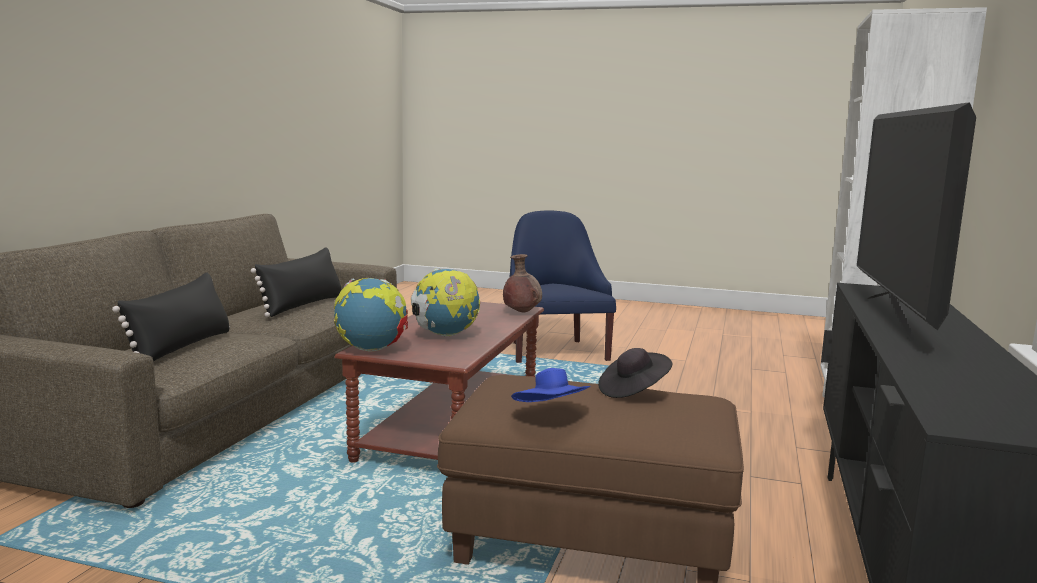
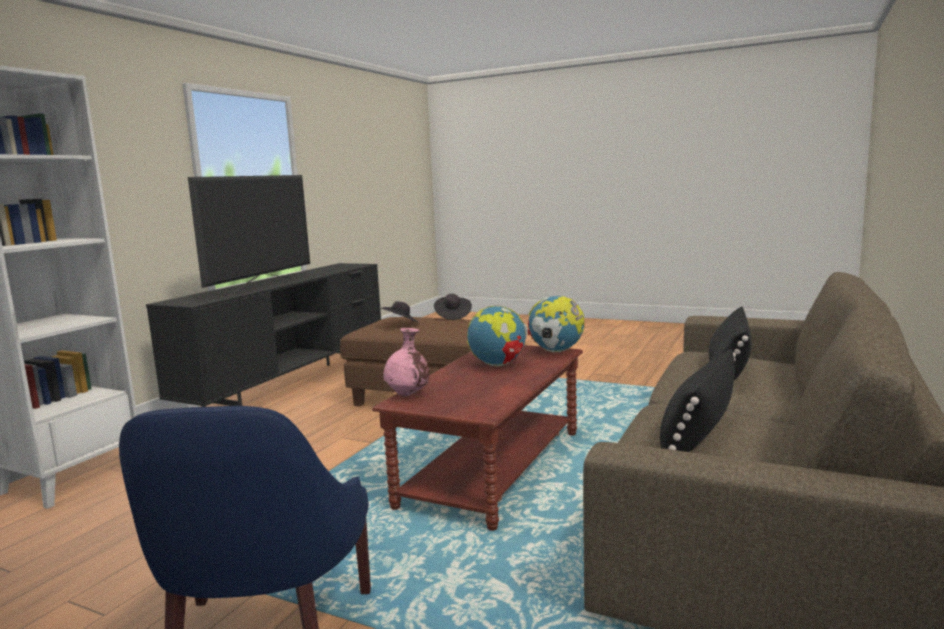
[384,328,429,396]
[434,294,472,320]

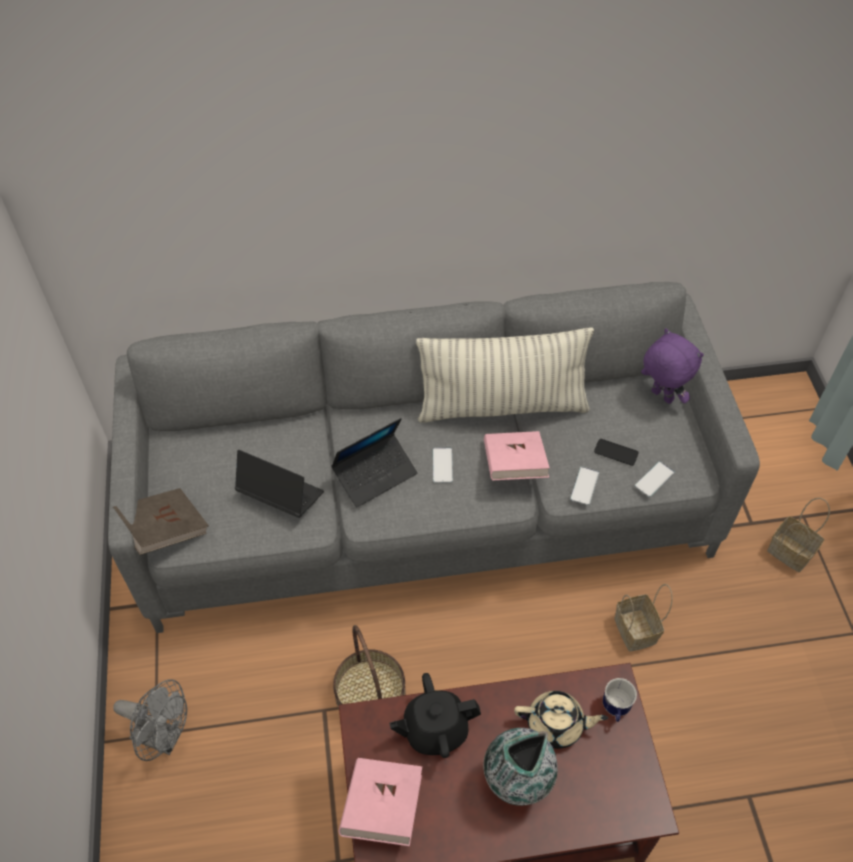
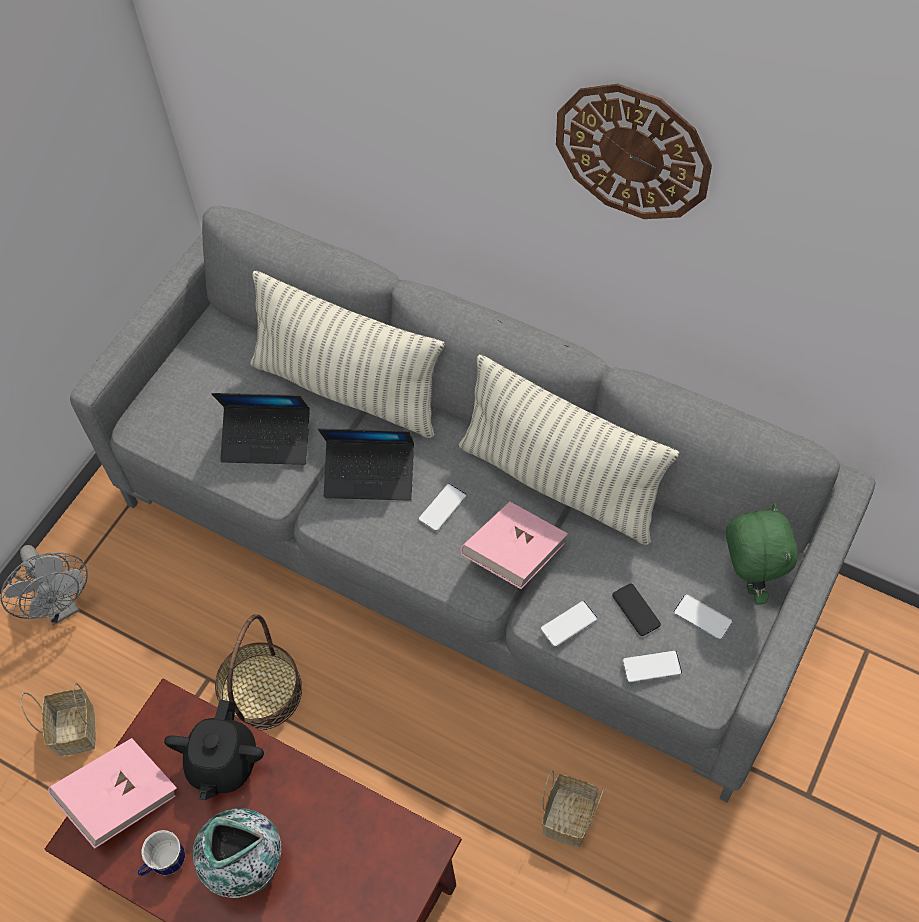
[113,488,209,555] (first image)
[211,393,310,465]
[164,699,264,800]
[514,691,608,749] (first image)
[138,830,185,876]
[726,503,798,605]
[21,683,96,756]
[250,270,445,439]
[556,83,712,219]
[673,594,733,640]

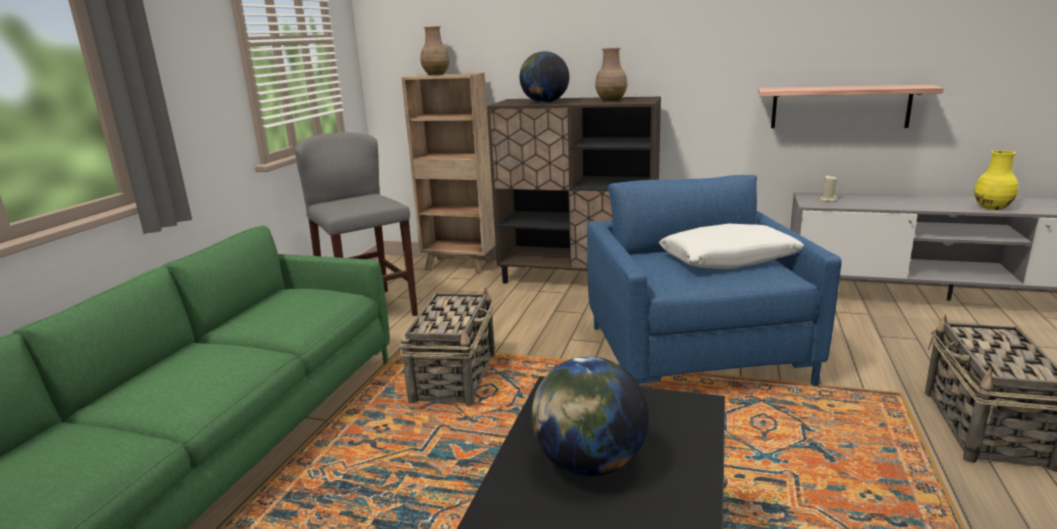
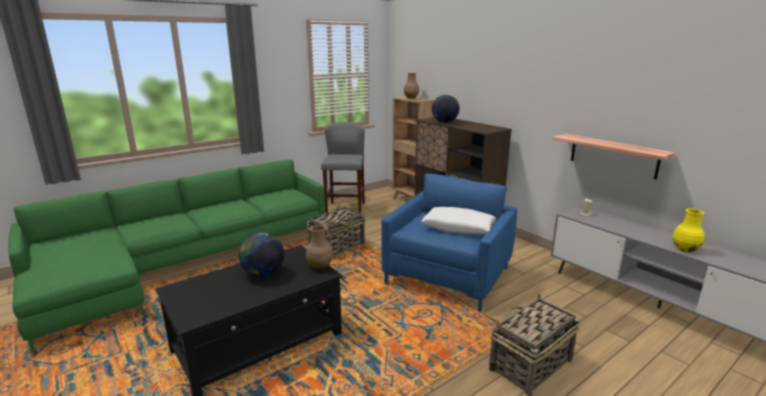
[306,225,333,270]

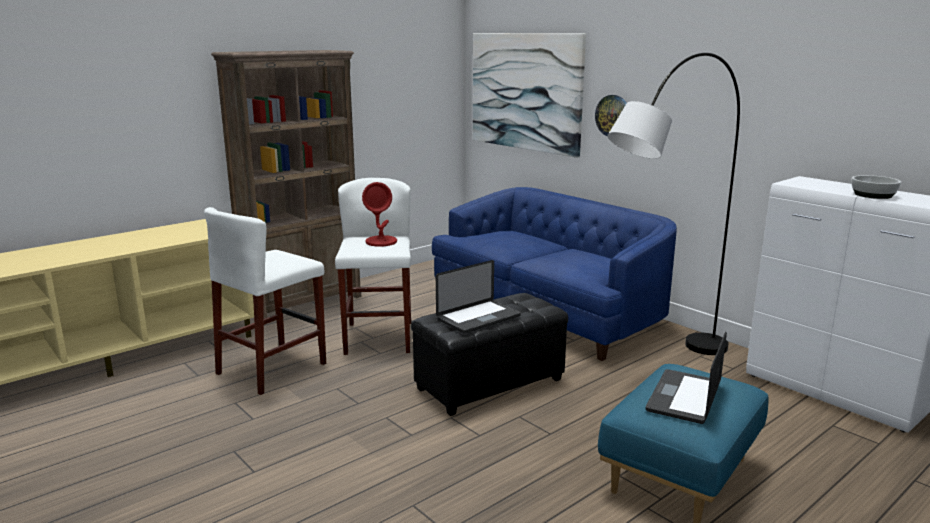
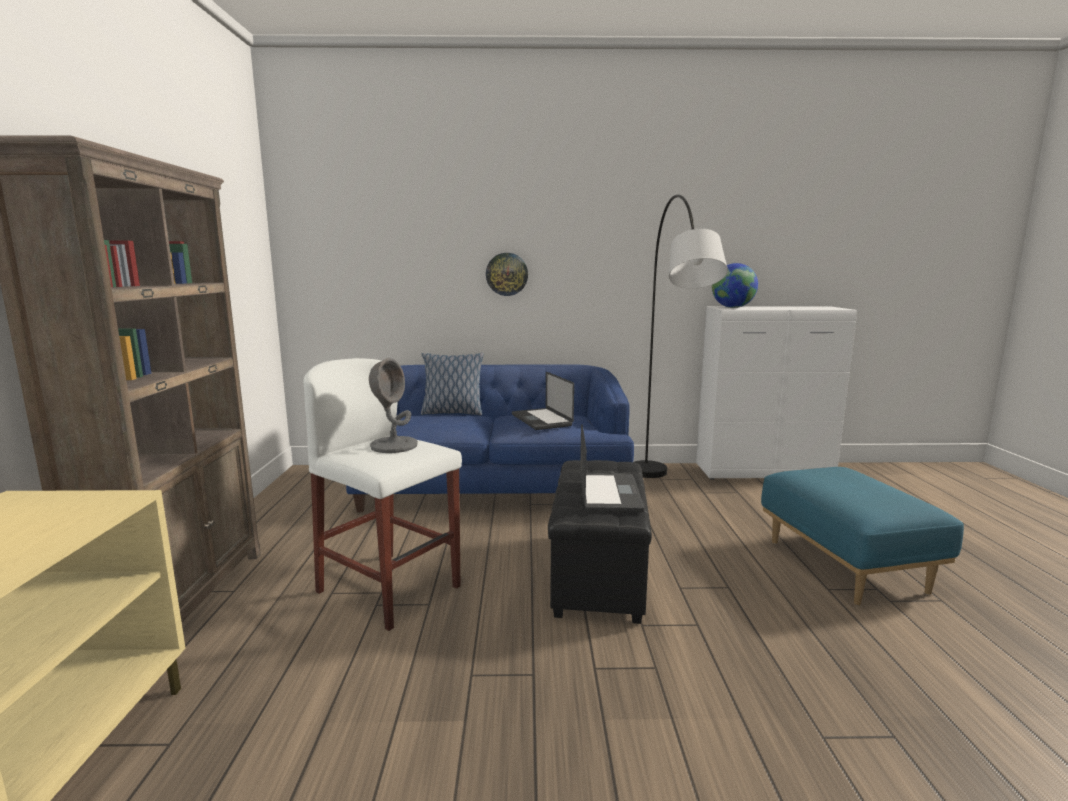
[204,207,326,395] (first image)
[369,358,418,453]
[473,33,586,158] (first image)
[512,372,574,430]
[851,175,901,199] (first image)
[421,353,483,415]
[712,263,758,308]

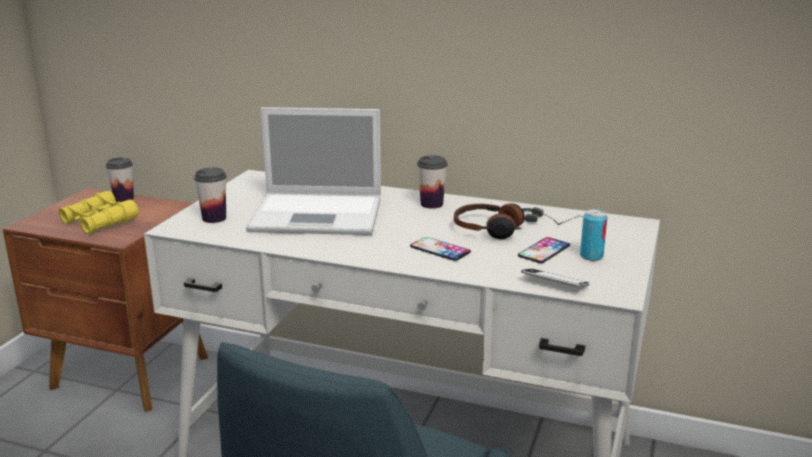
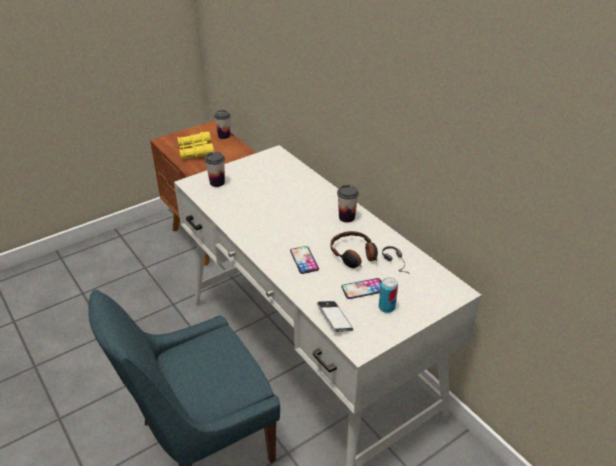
[246,107,381,235] (first image)

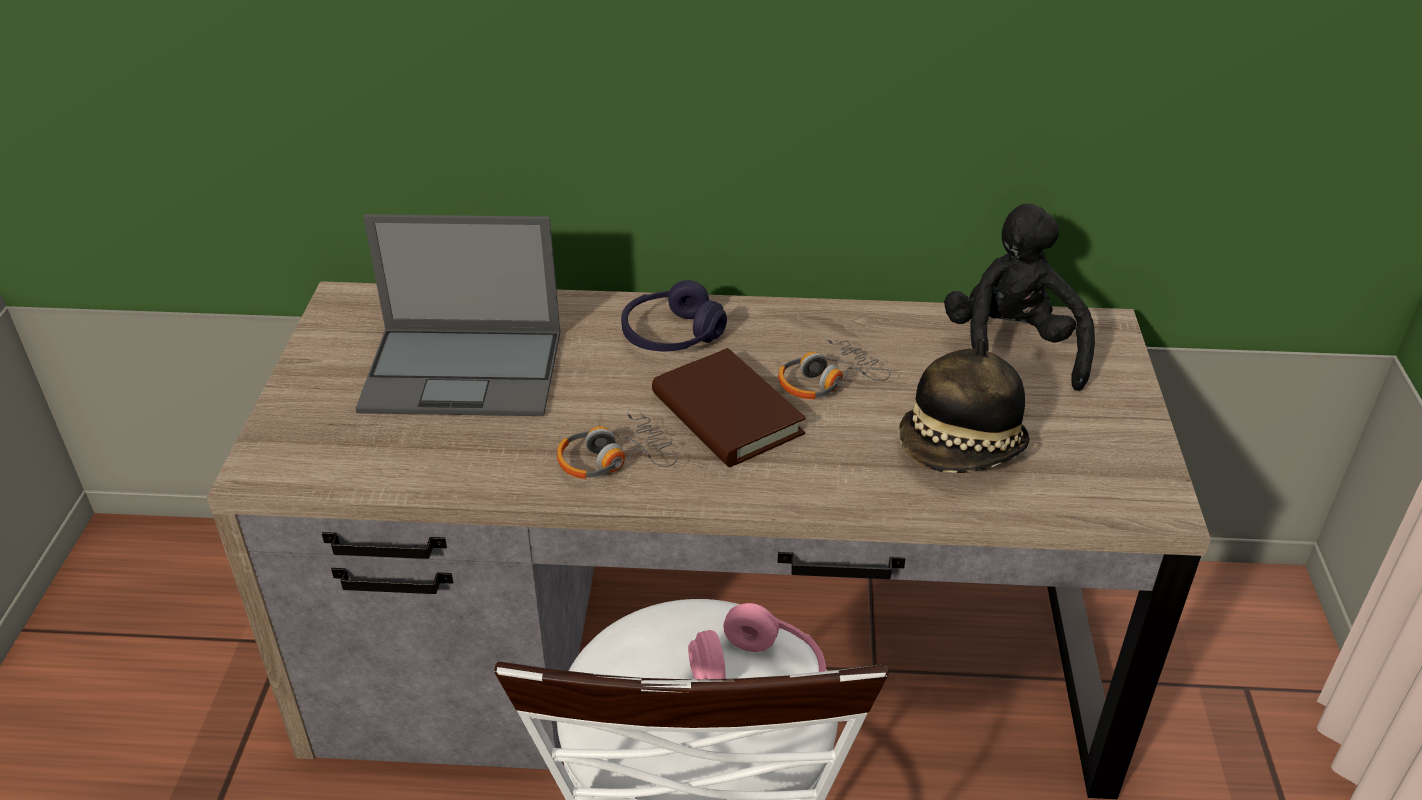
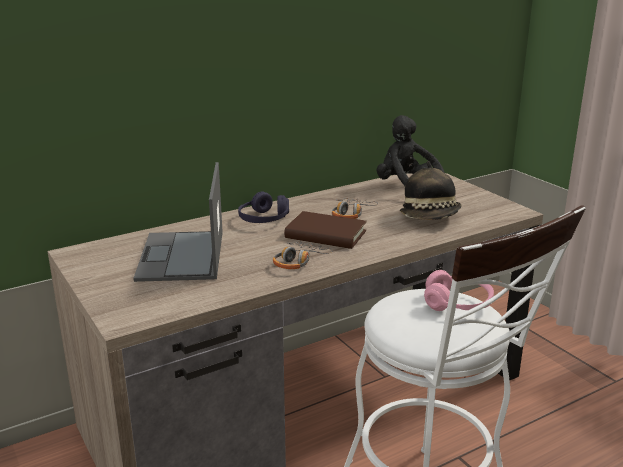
[133,162,222,282]

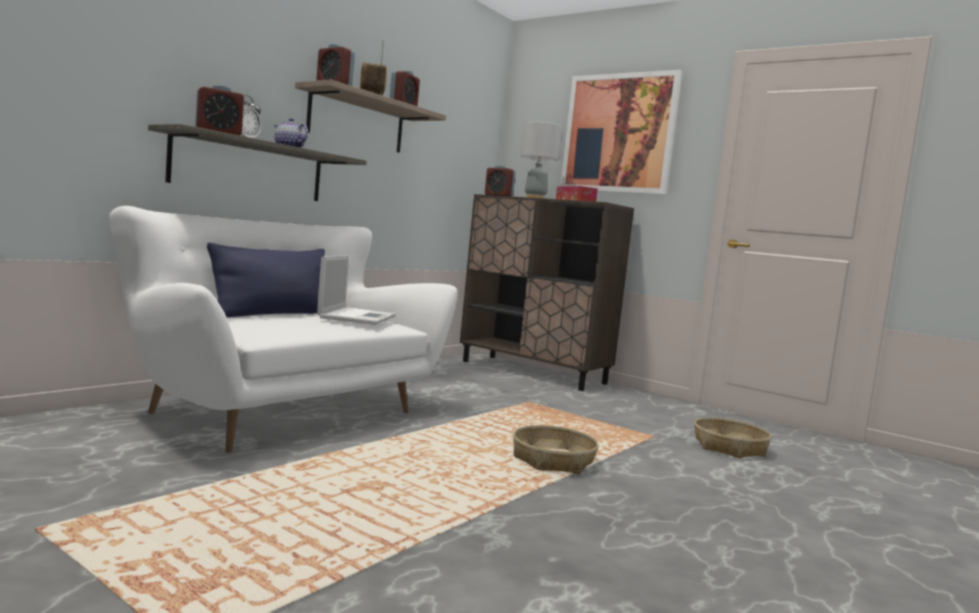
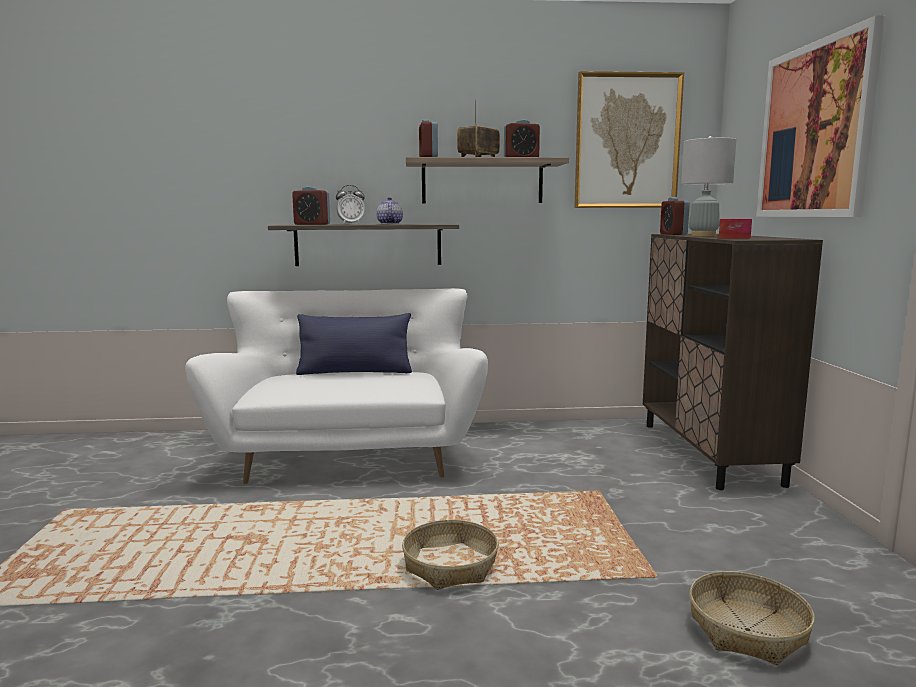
[317,255,396,325] (first image)
[574,71,684,208]

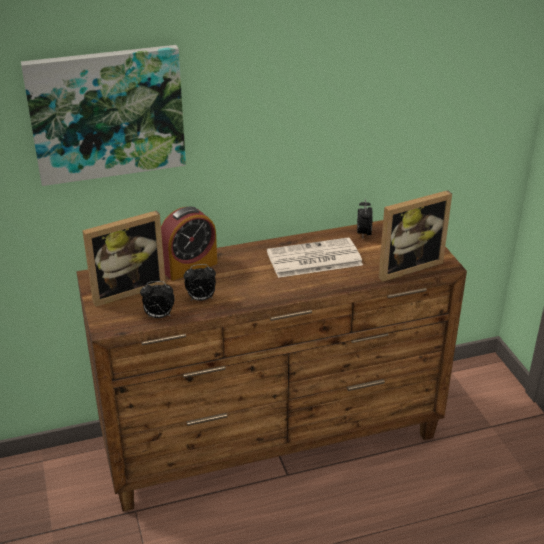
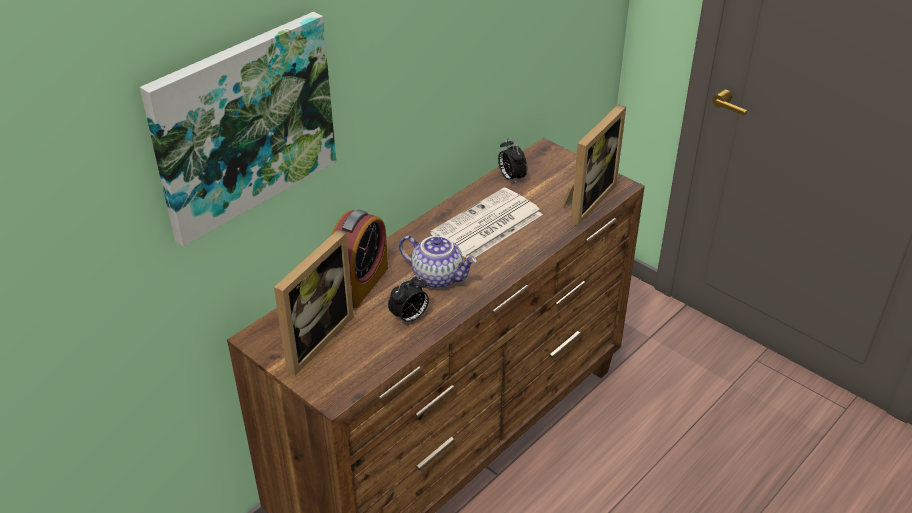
[140,281,175,318] (first image)
[399,236,477,288]

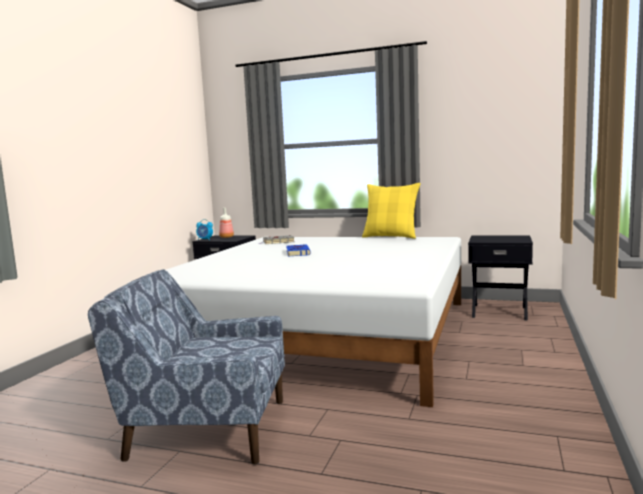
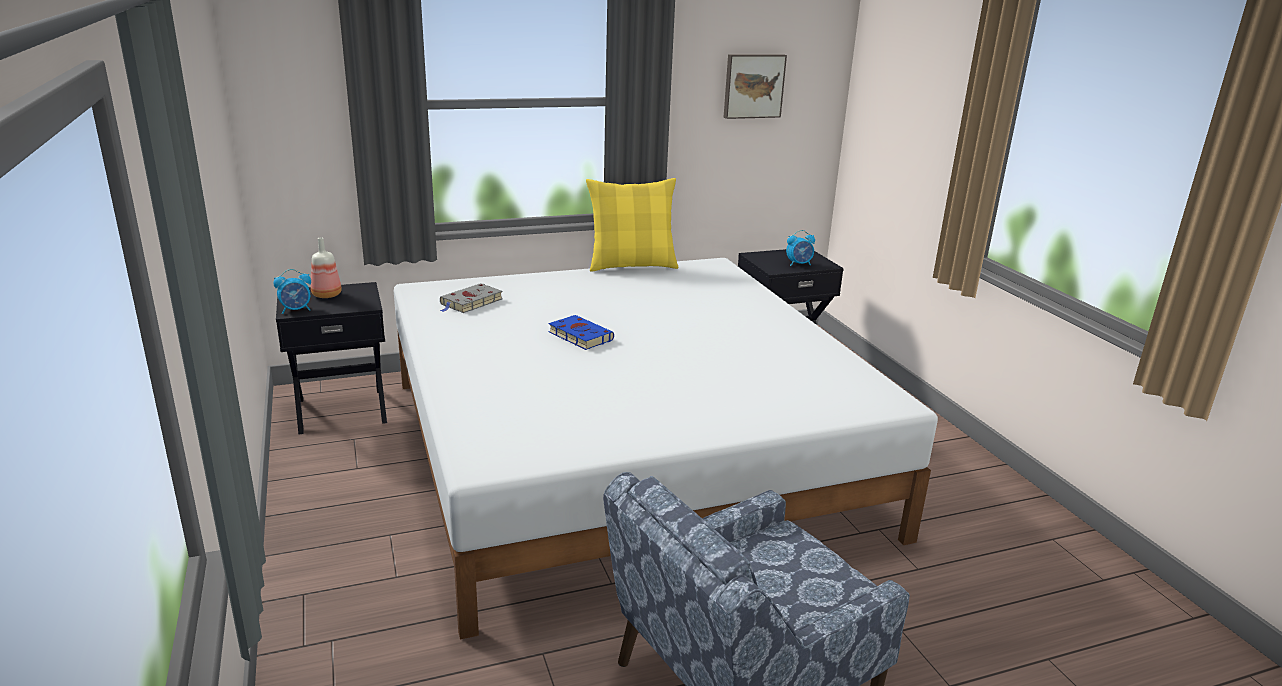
[724,54,787,119]
[786,230,815,266]

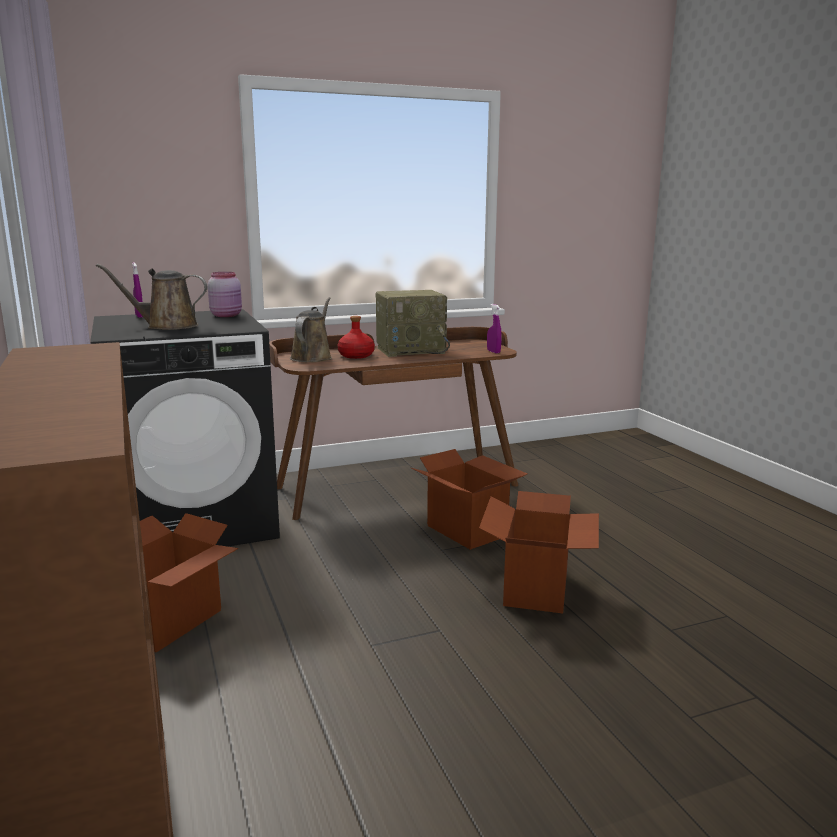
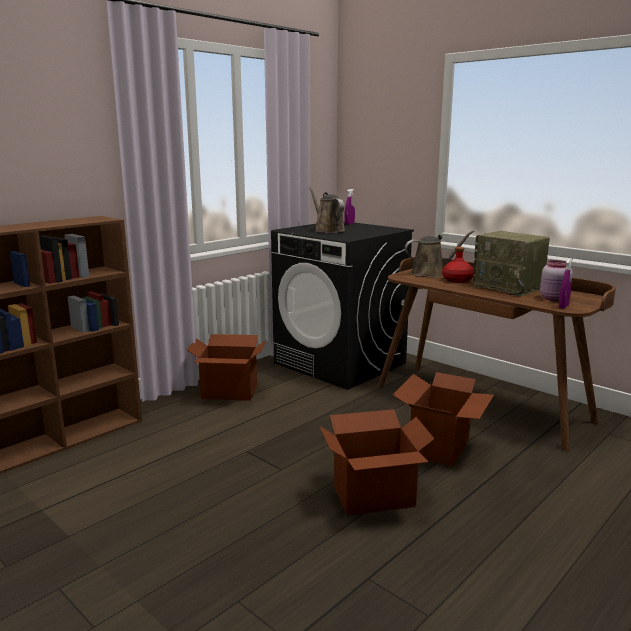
[540,260,572,301]

